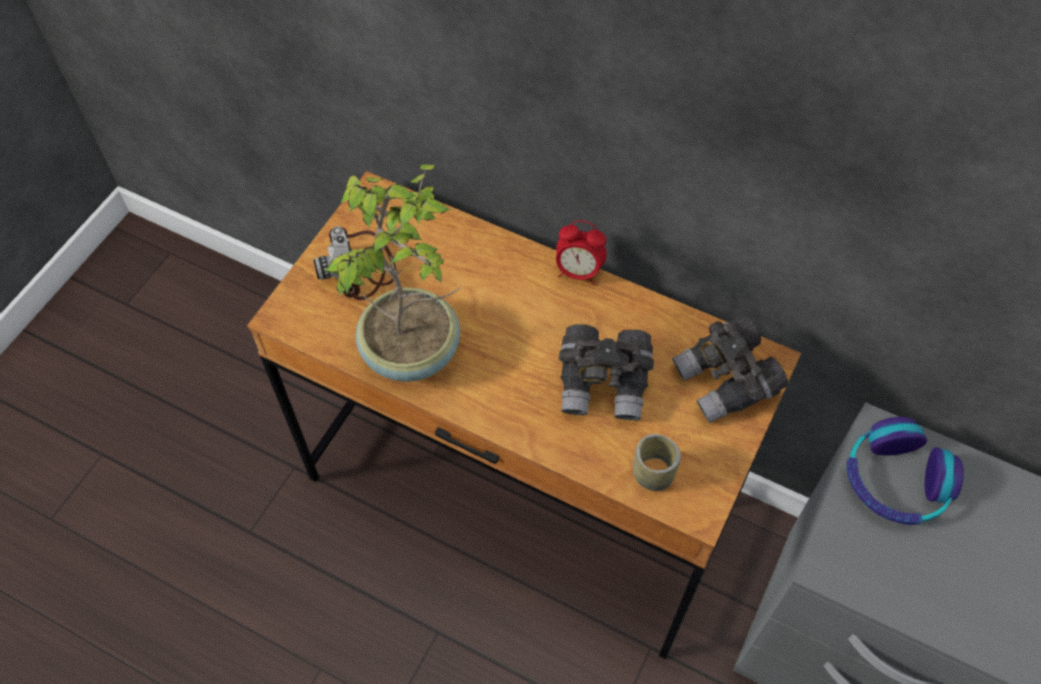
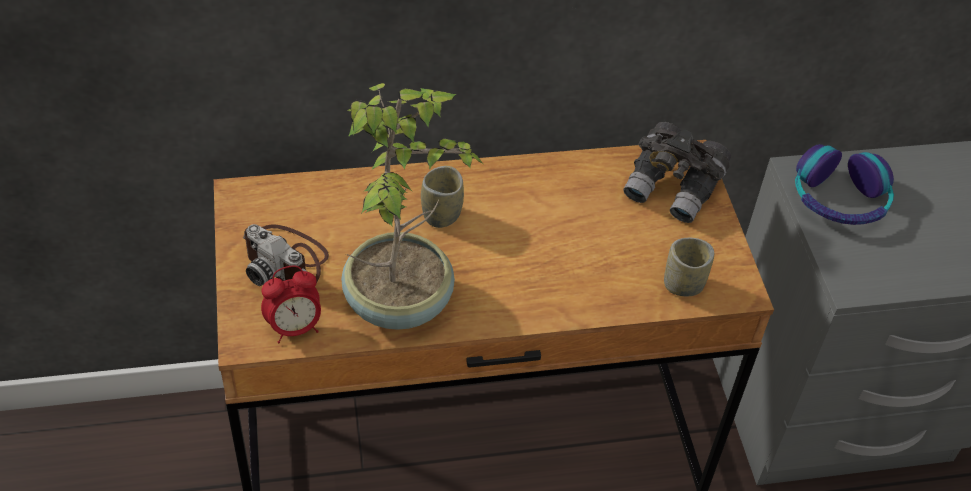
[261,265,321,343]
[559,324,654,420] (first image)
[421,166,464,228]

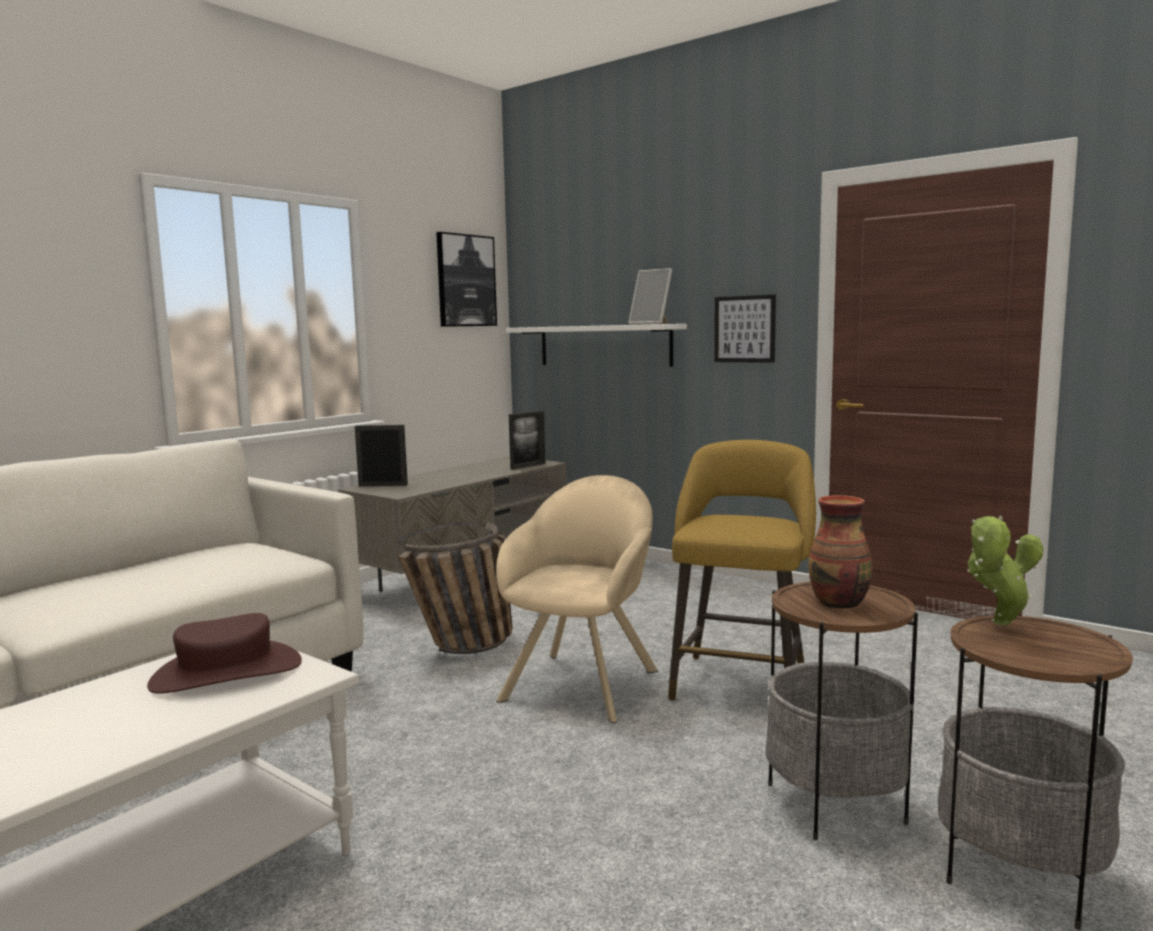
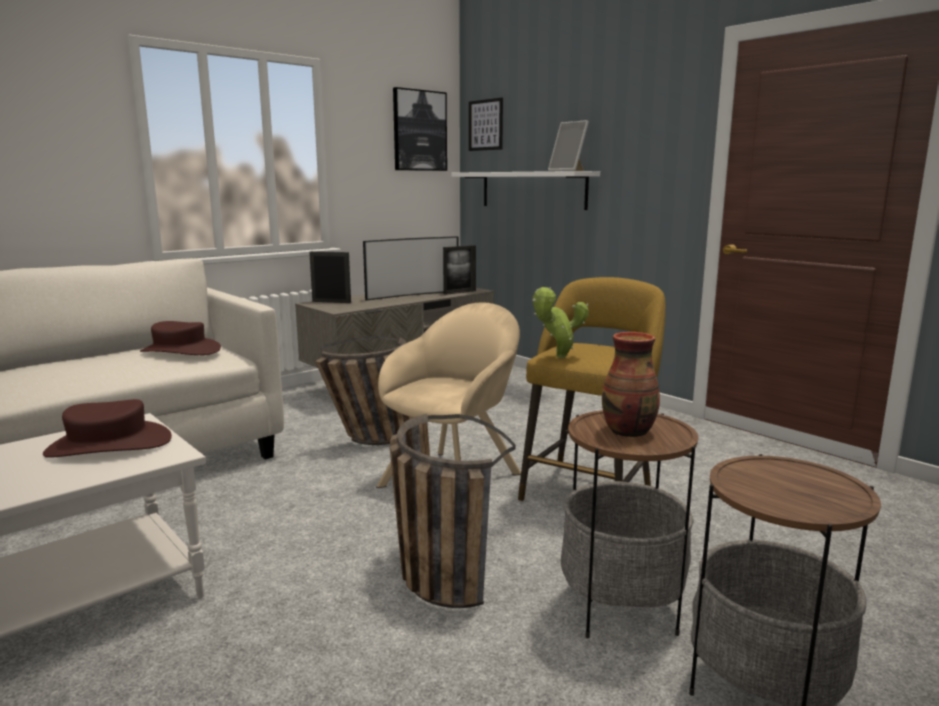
[469,98,503,151]
[532,287,589,358]
[140,321,221,355]
[363,236,458,300]
[390,414,516,608]

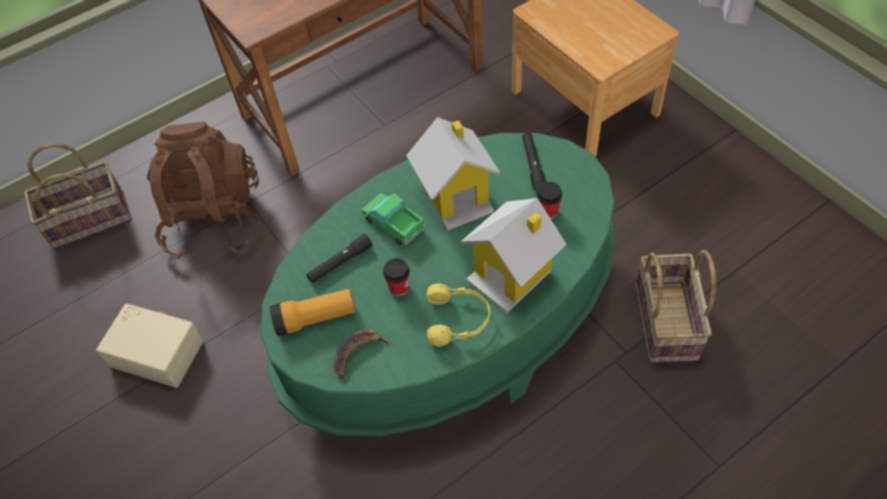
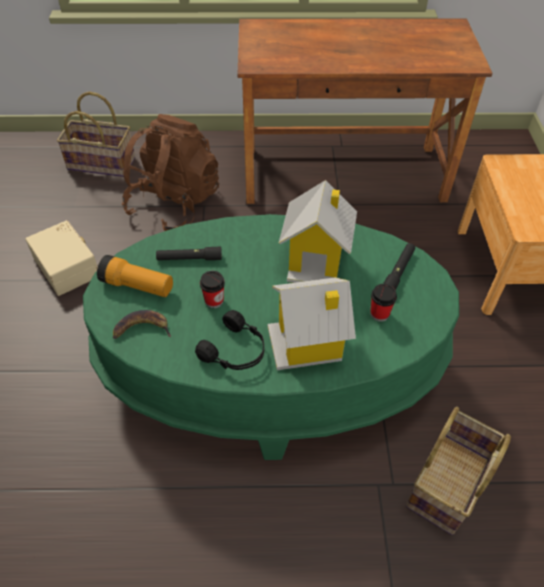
[361,193,426,246] (first image)
[195,310,264,370]

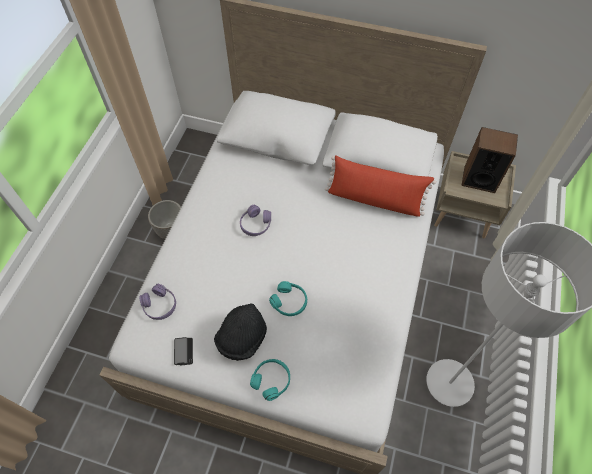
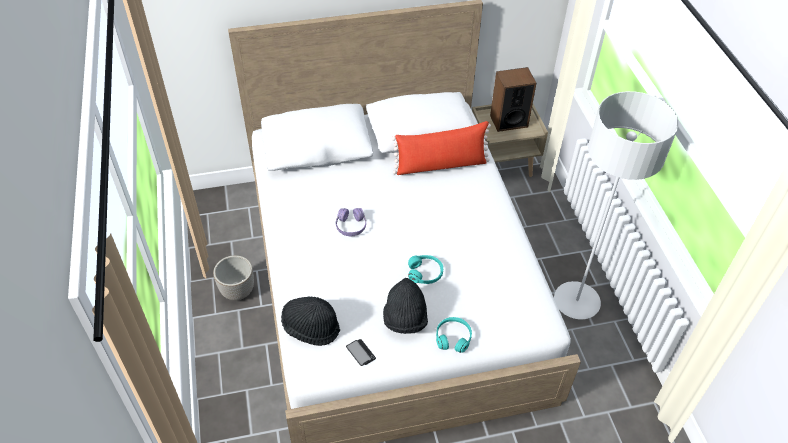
[281,297,340,346]

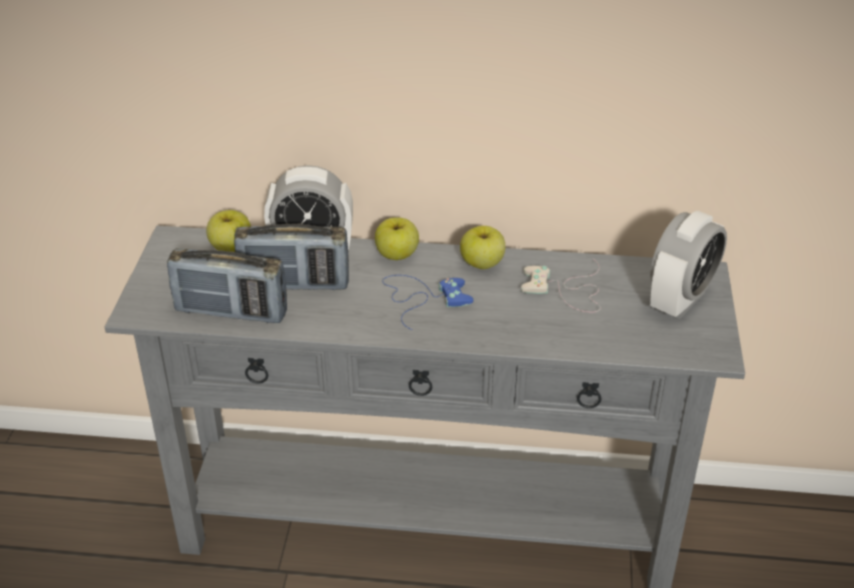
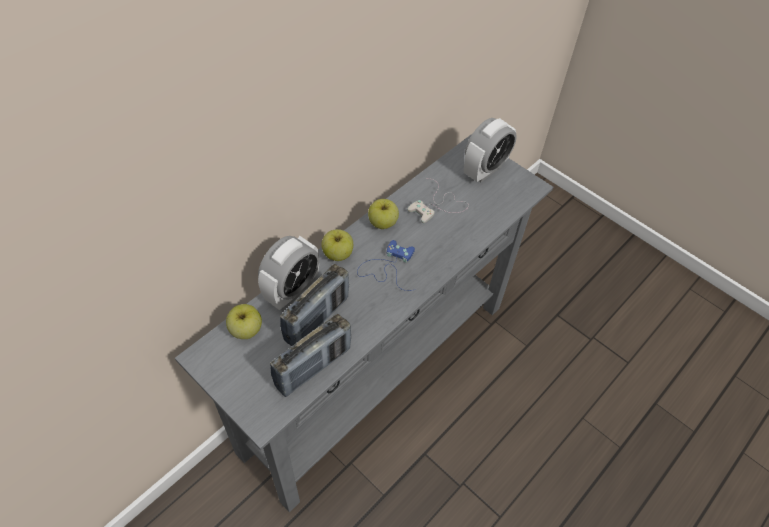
[464,118,517,182]

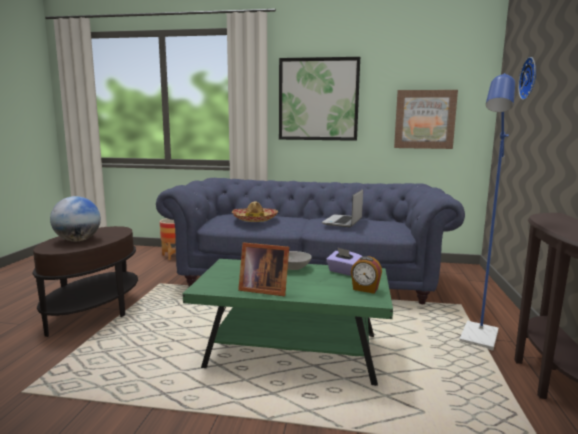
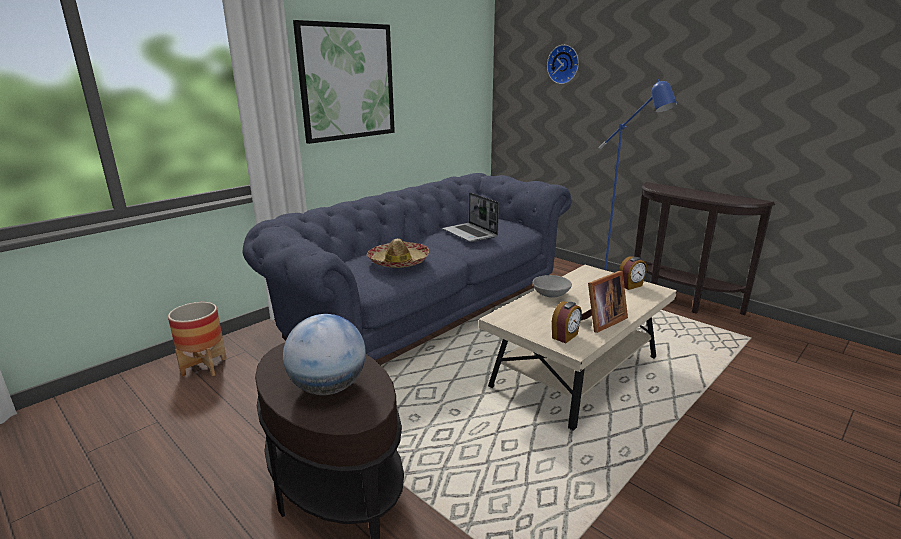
[479,265,677,431]
[326,247,363,276] (first image)
[394,90,458,149] (first image)
[552,301,582,343]

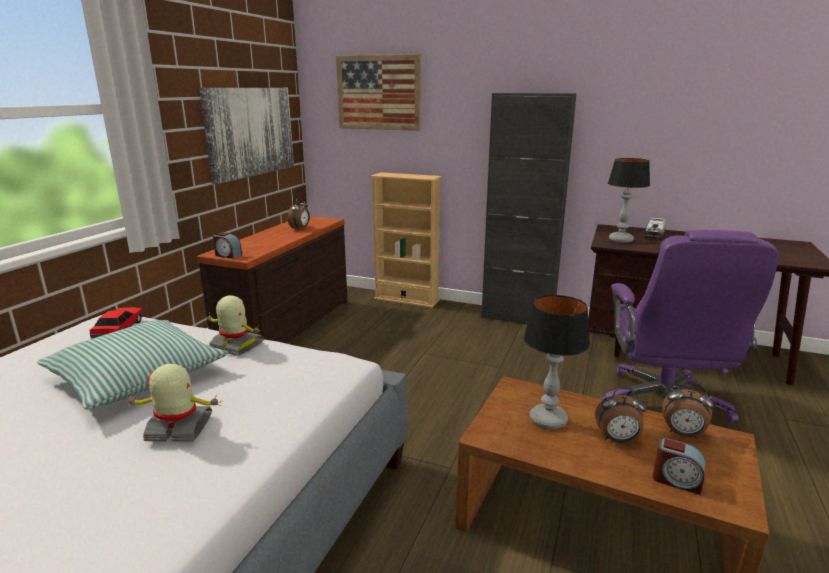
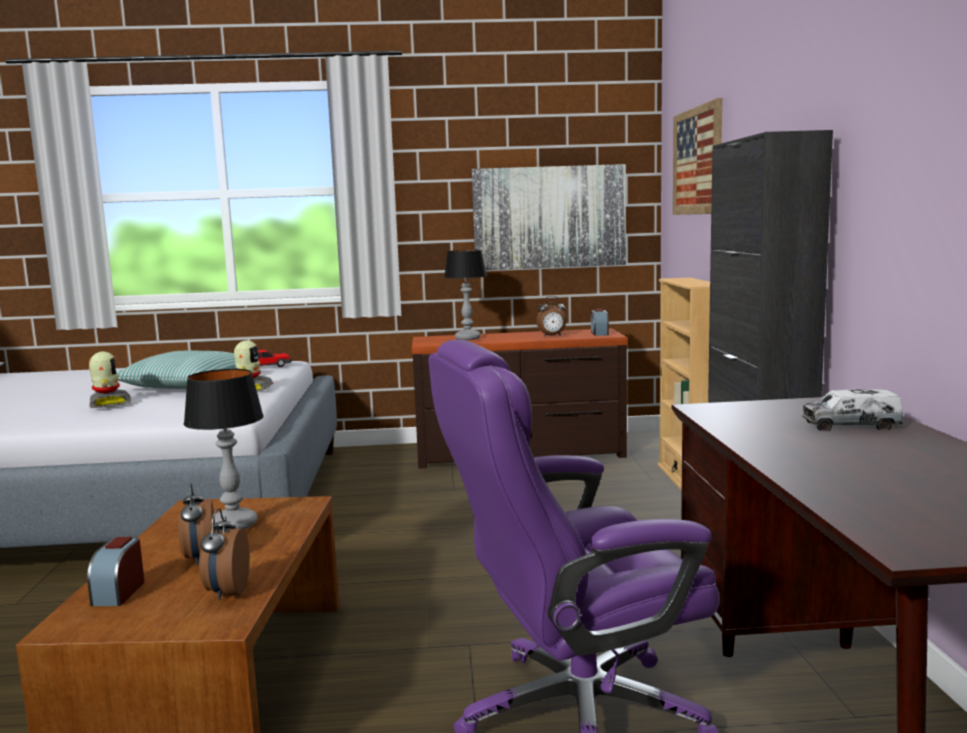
[591,309,609,336]
[444,250,487,340]

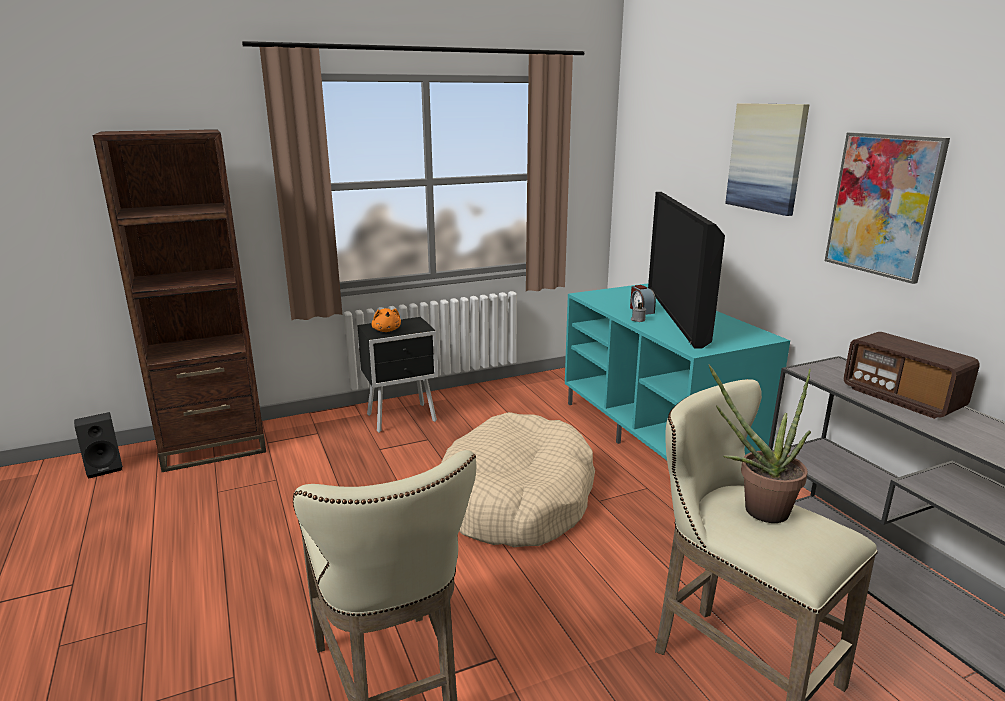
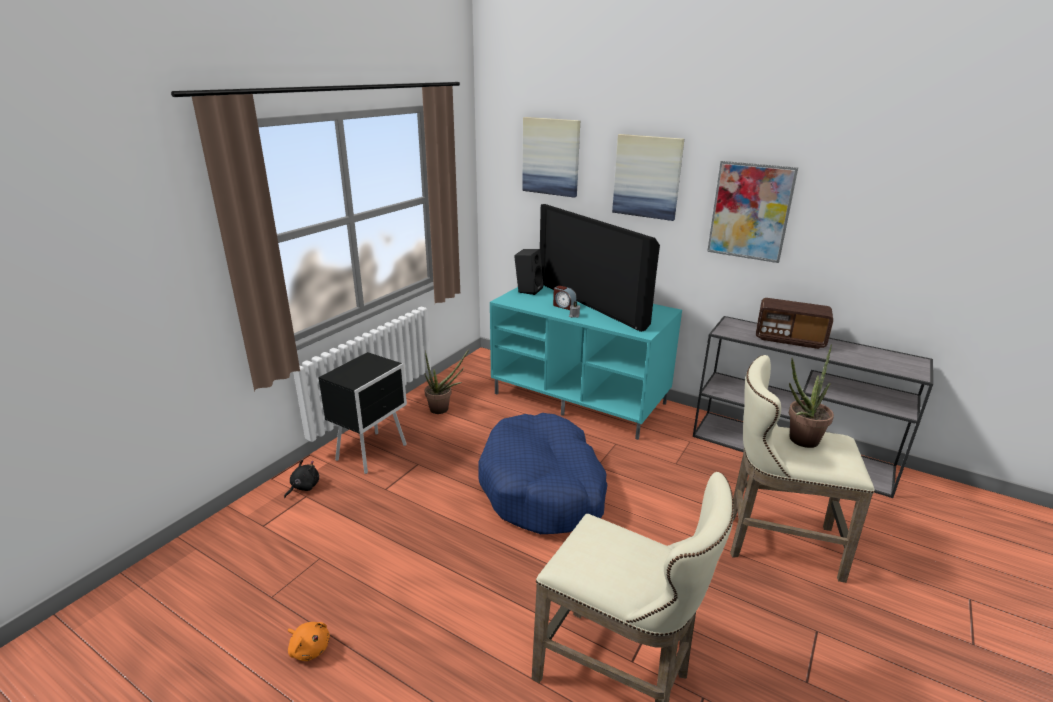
[514,249,544,295]
[93,129,266,472] (first image)
[288,622,330,661]
[478,413,607,534]
[284,460,319,498]
[424,348,470,414]
[522,117,580,198]

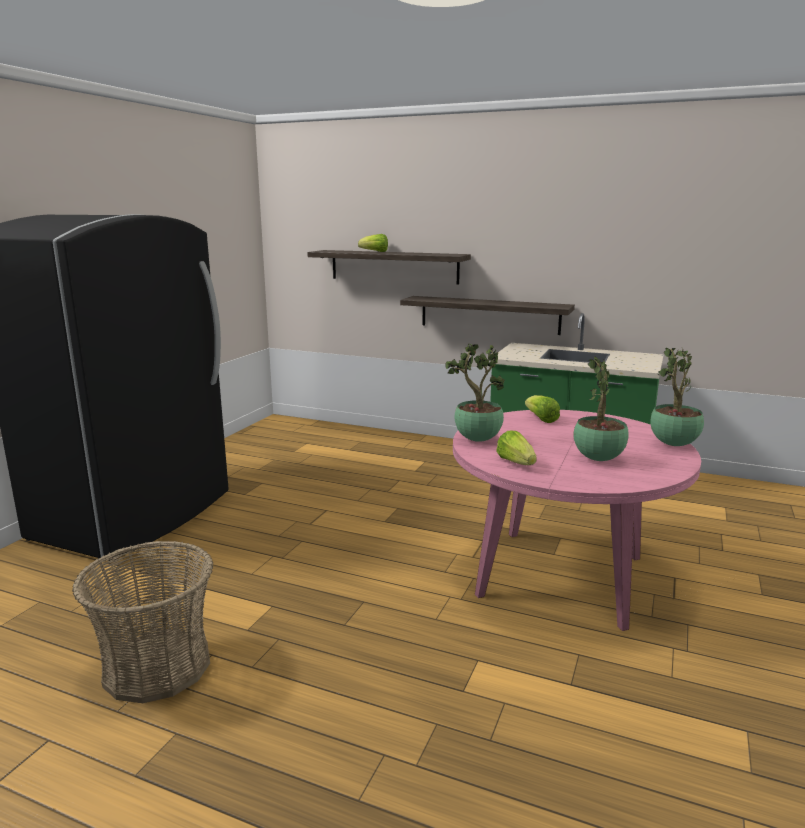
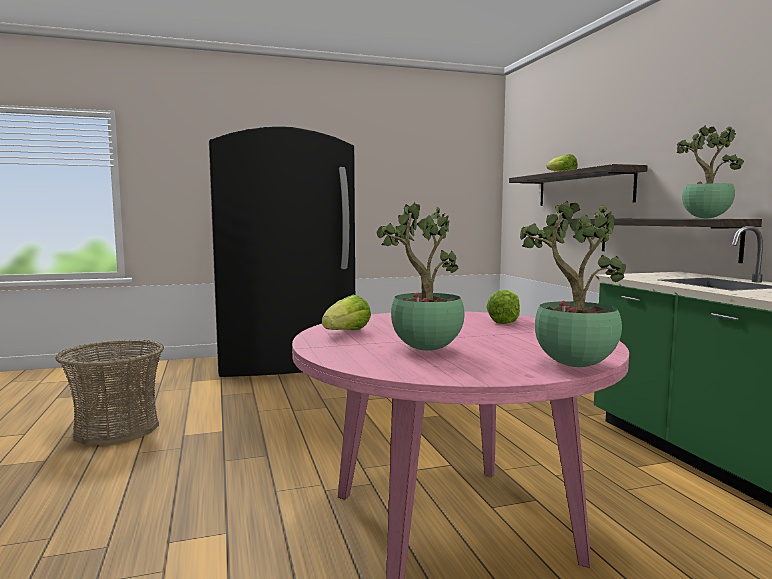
[676,126,744,218]

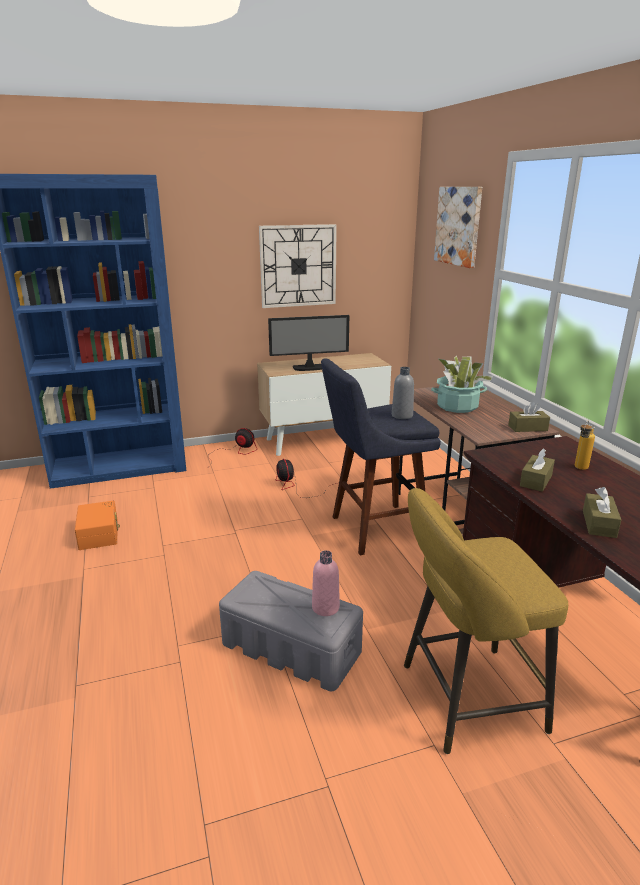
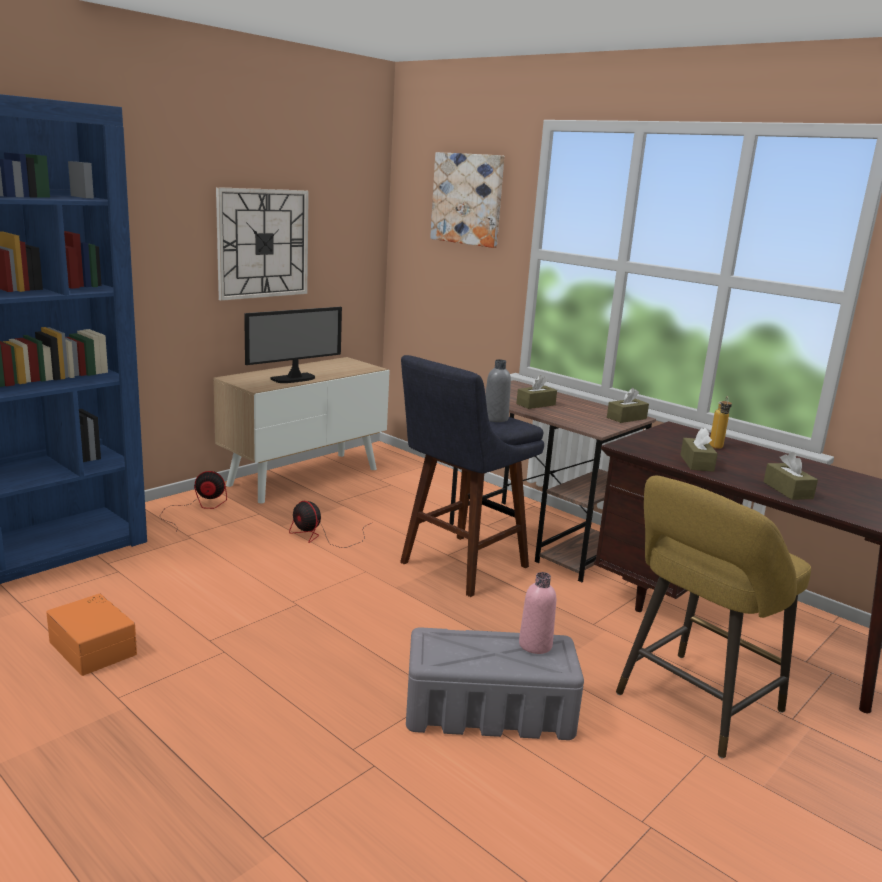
[516,375,557,409]

